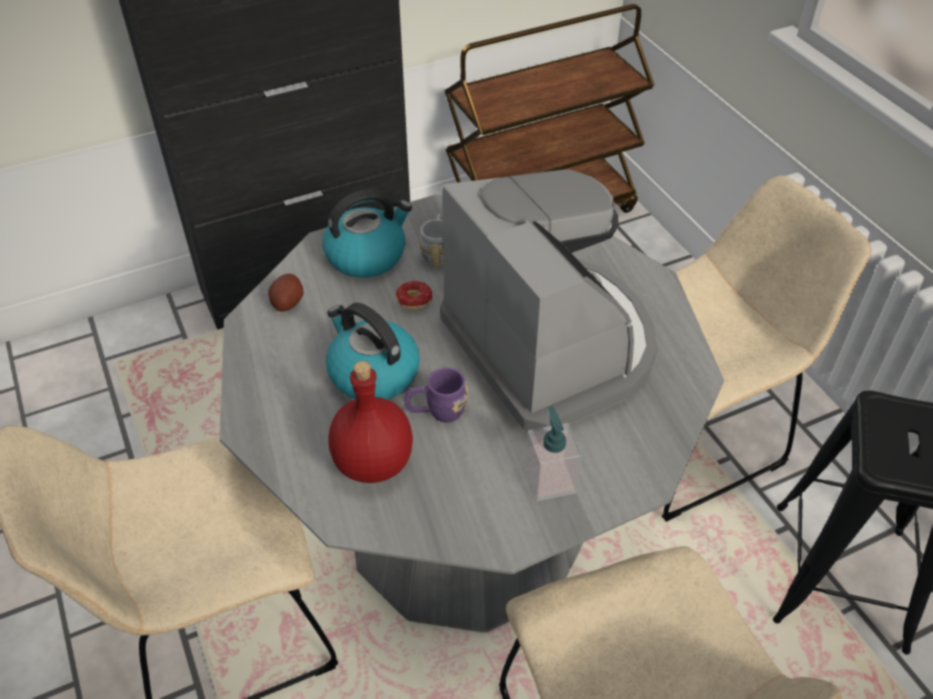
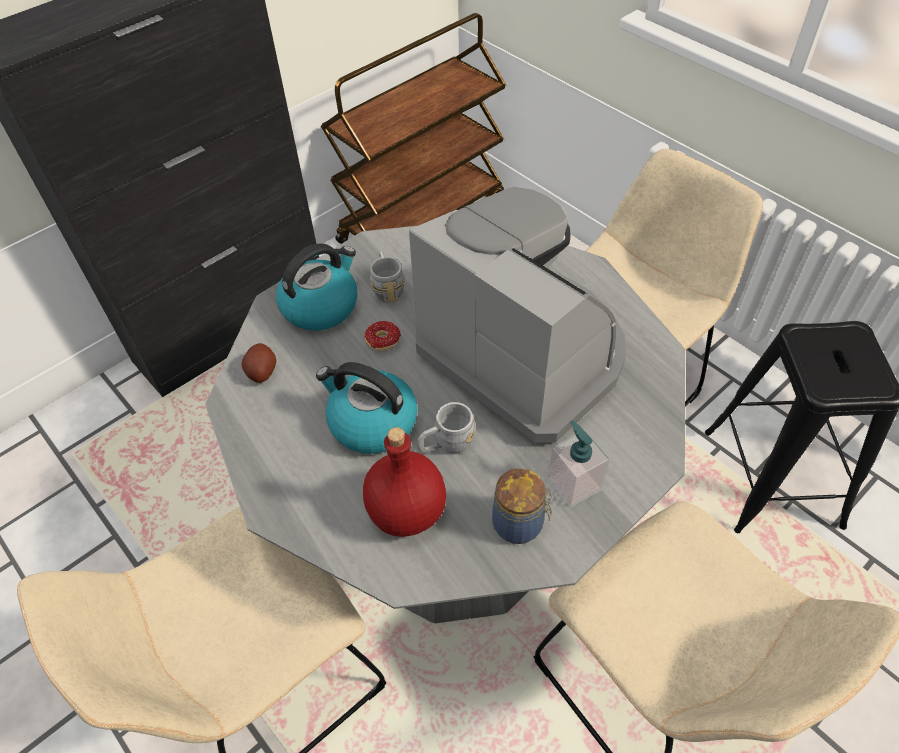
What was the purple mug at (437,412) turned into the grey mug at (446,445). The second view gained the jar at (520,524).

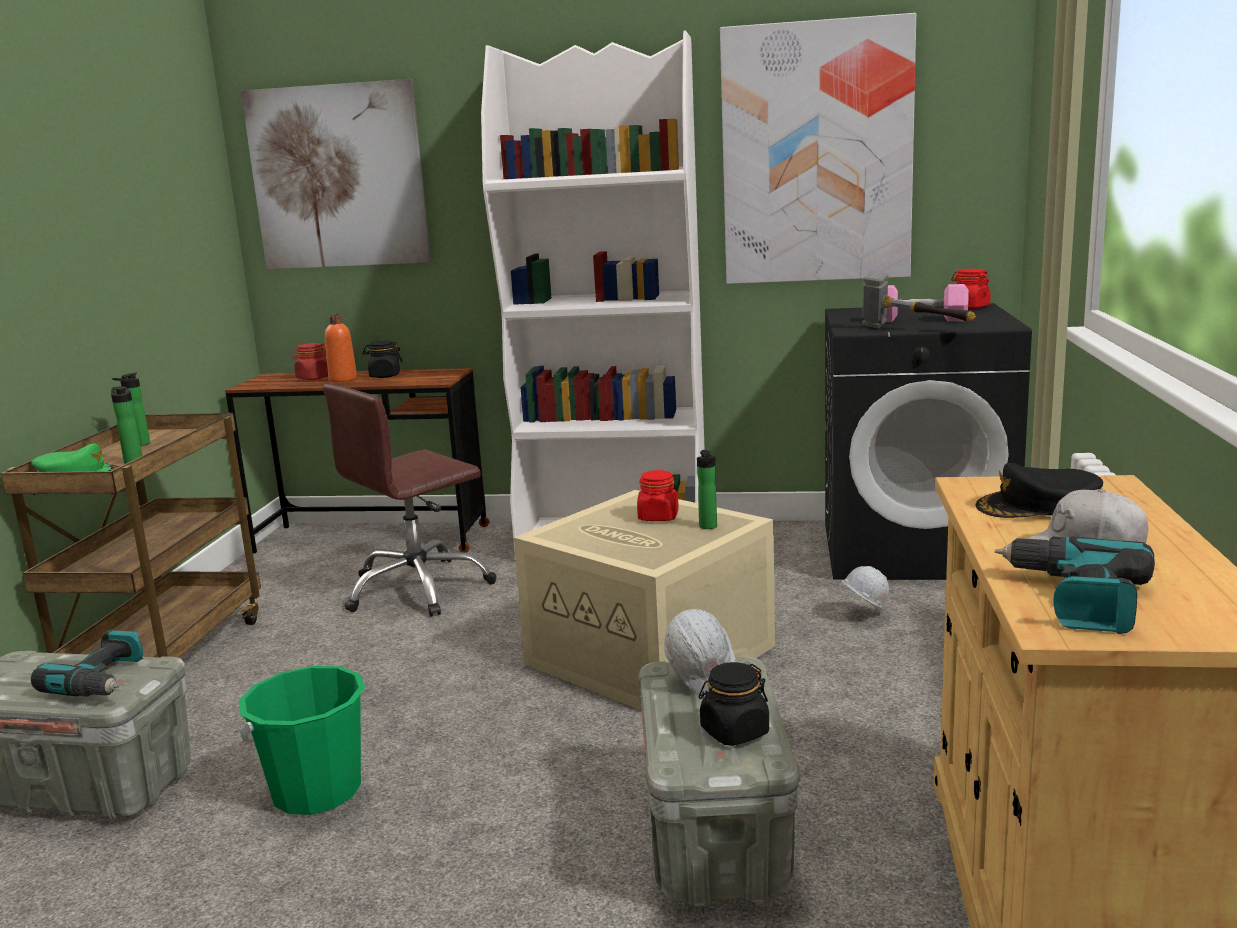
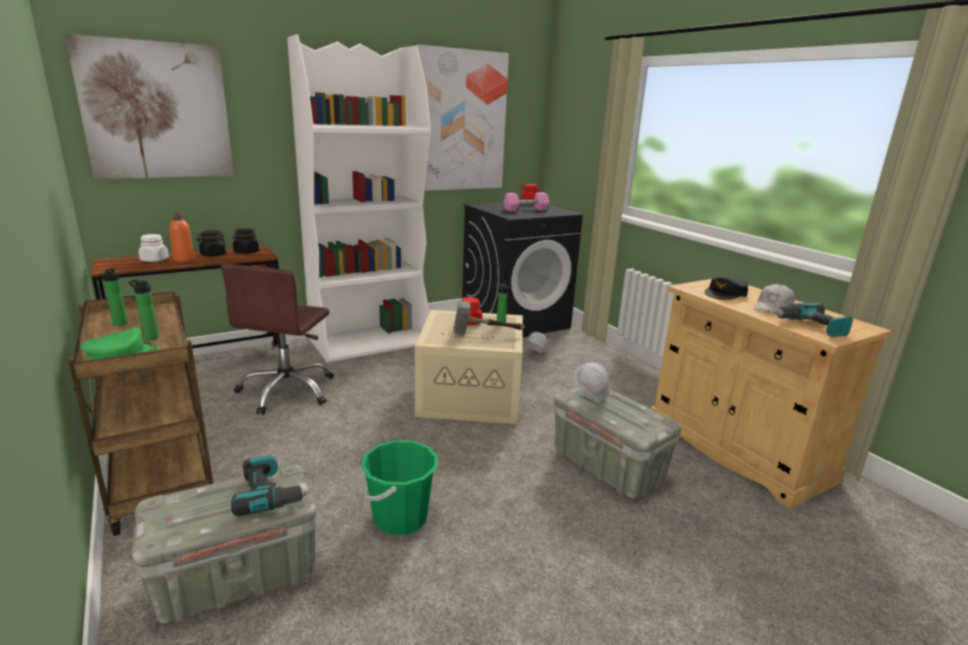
What was the red jar at (313,378) turned into the white jar at (154,260). The black jar ended up elsewhere, having gone from (734,732) to (246,252). The hammer ended up elsewhere, having gone from (912,329) to (485,335).

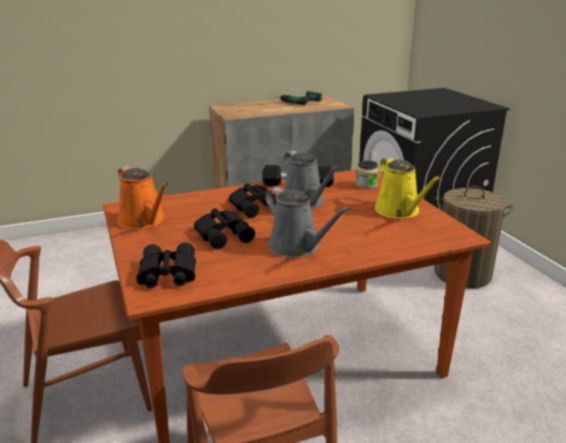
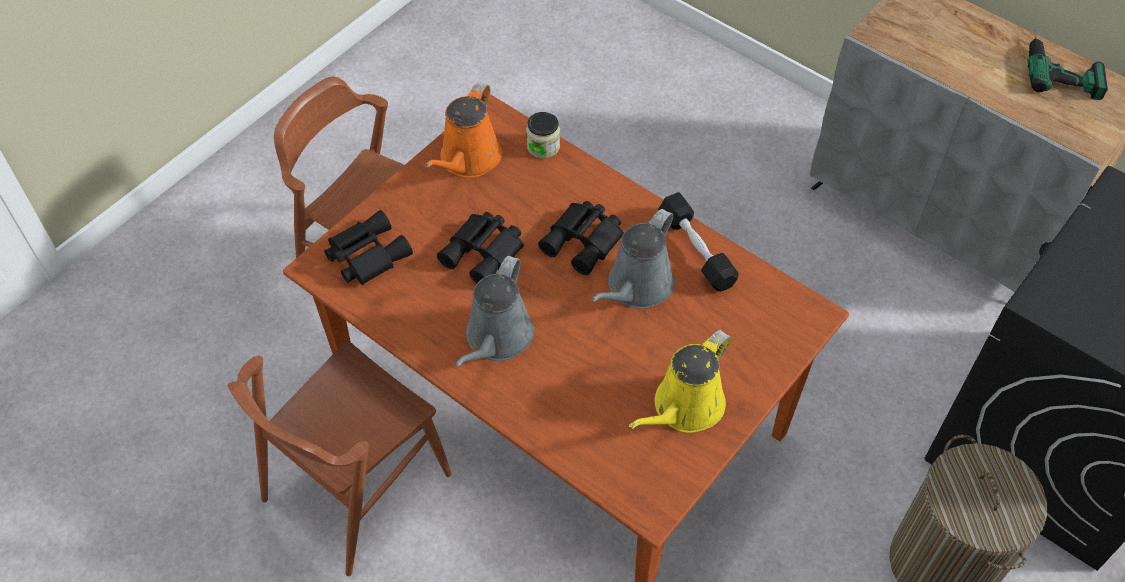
The jar ended up elsewhere, having gone from (366,185) to (543,146).

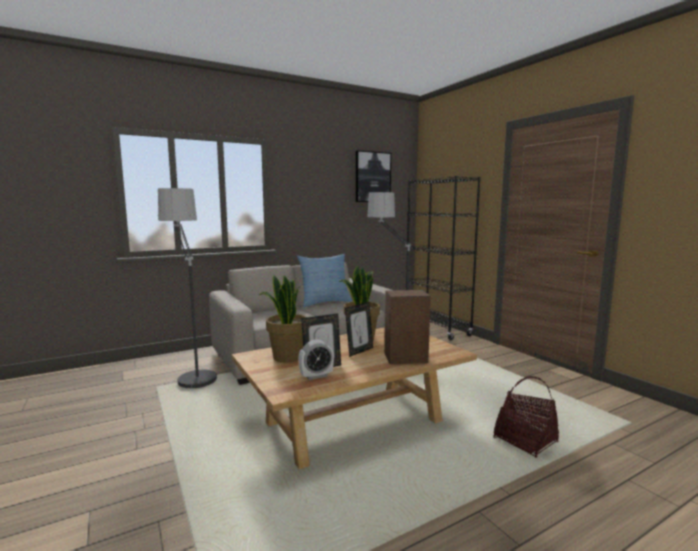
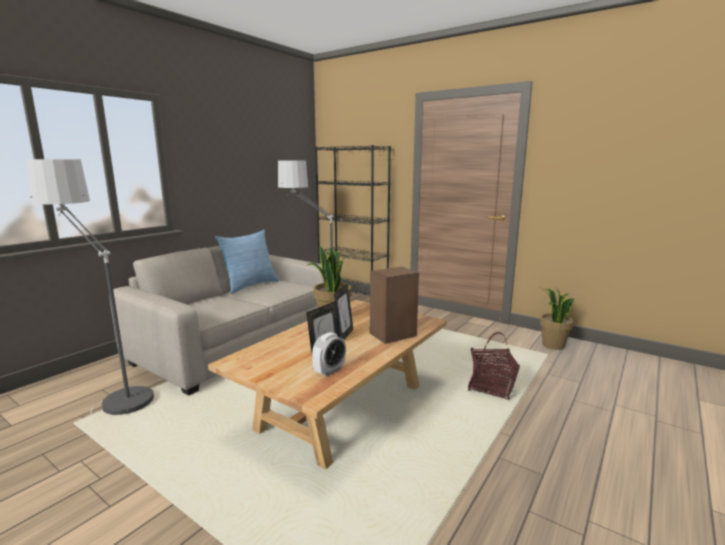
The potted plant ended up elsewhere, having gone from (287,357) to (552,345). The second view lost the picture at (372,177).

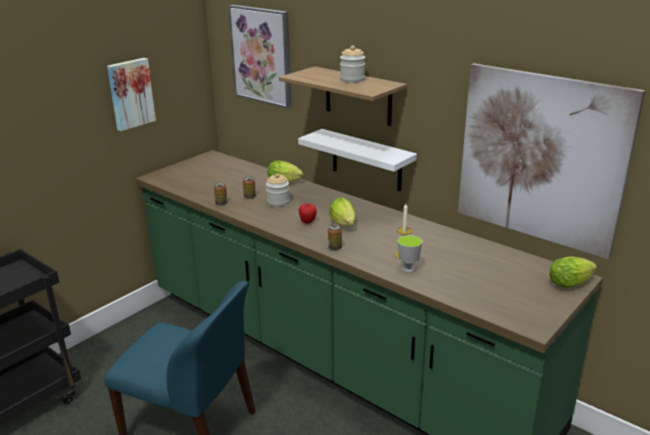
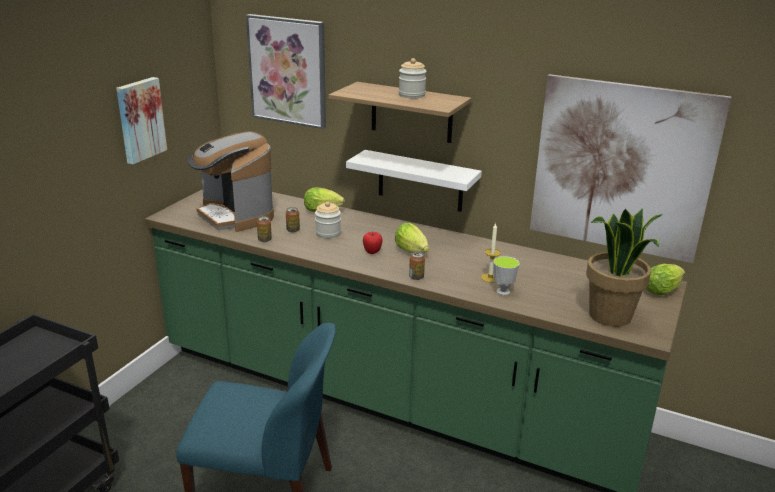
The second view gained the coffee machine at (235,215). The second view gained the potted plant at (610,316).

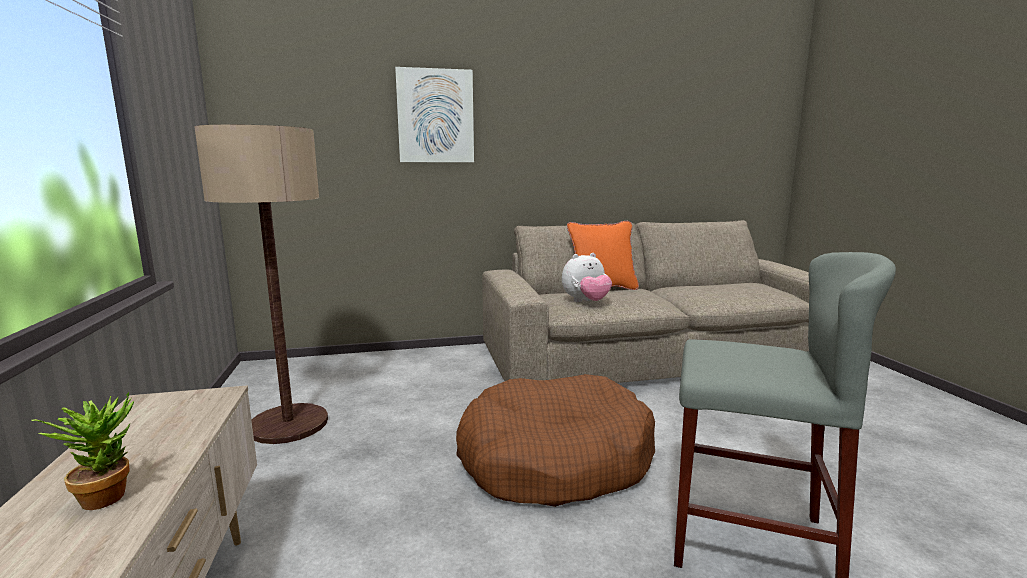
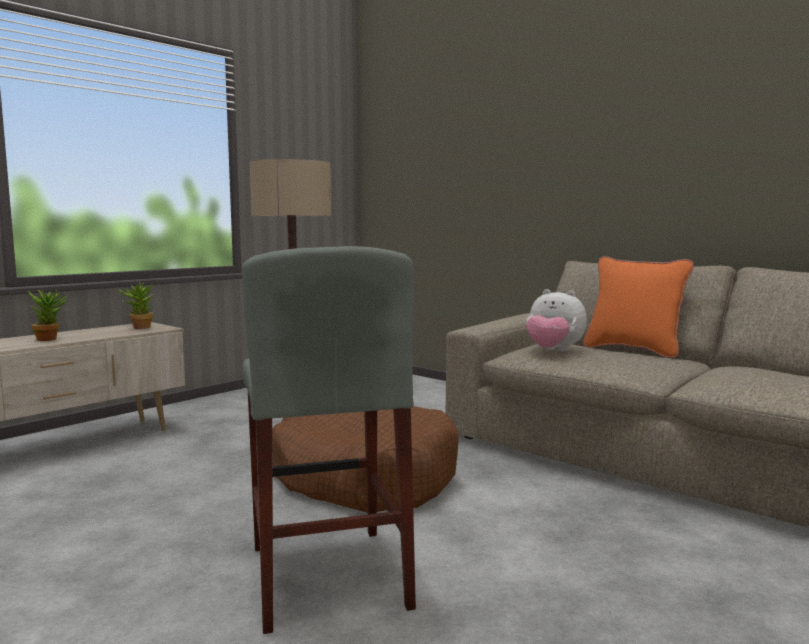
The second view lost the picture at (435,116). The second view gained the potted plant at (138,327).

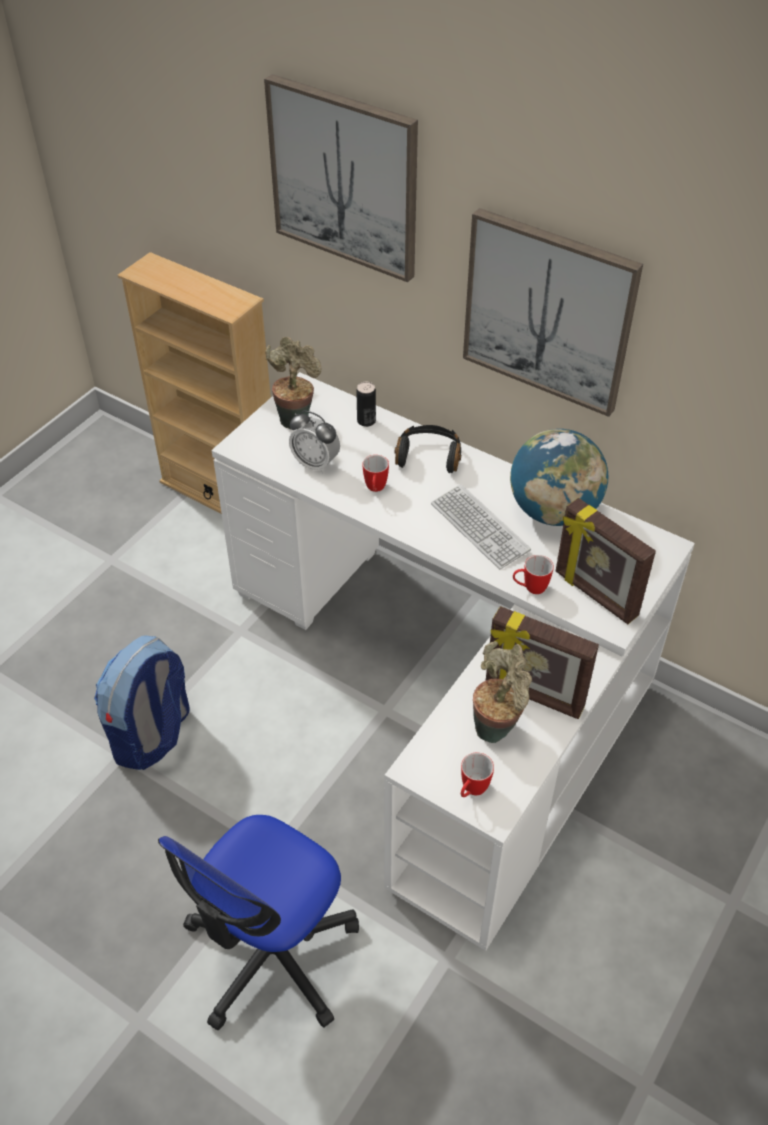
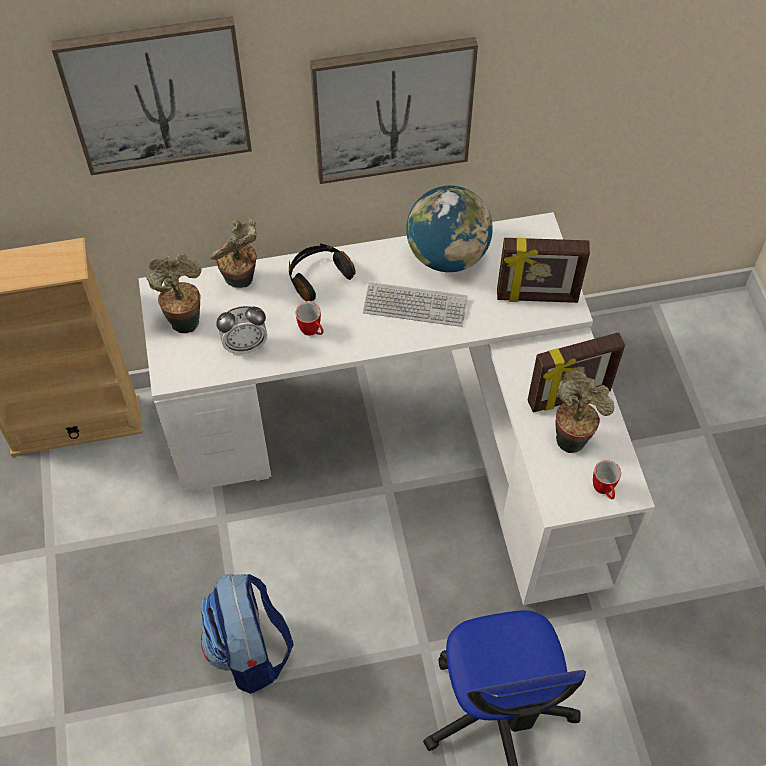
Where the can stood at (366,421), the potted plant came to stand at (240,282). The second view lost the mug at (530,588).

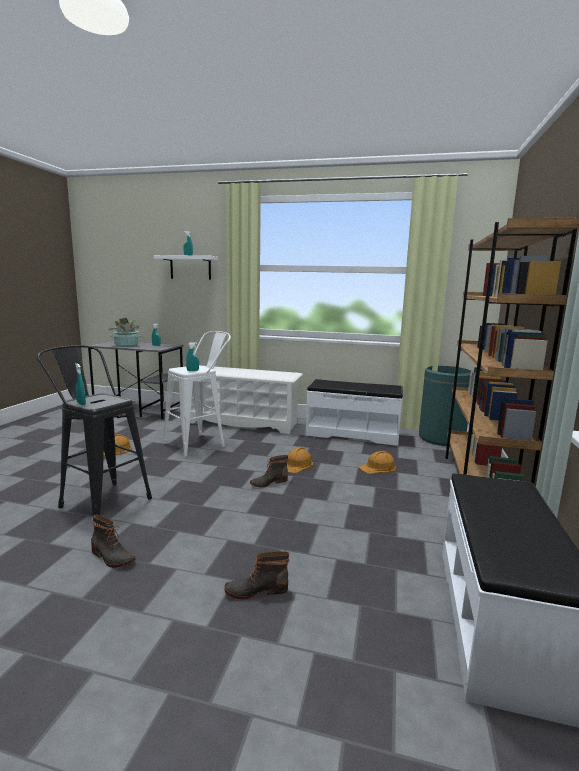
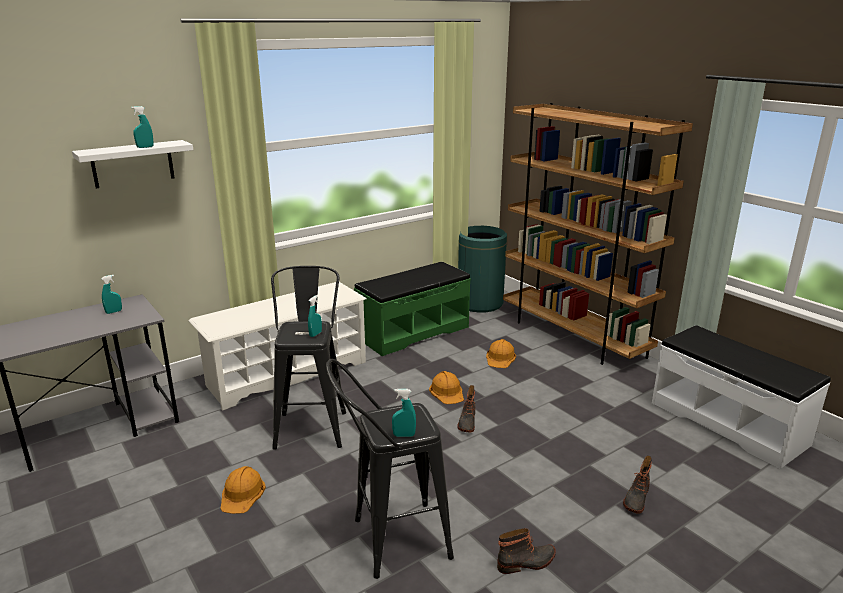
The second view lost the potted plant at (126,345). What was the white stool at (199,443) turned into the black stool at (312,424). What was the white bench at (352,433) turned into the green bench at (413,332).

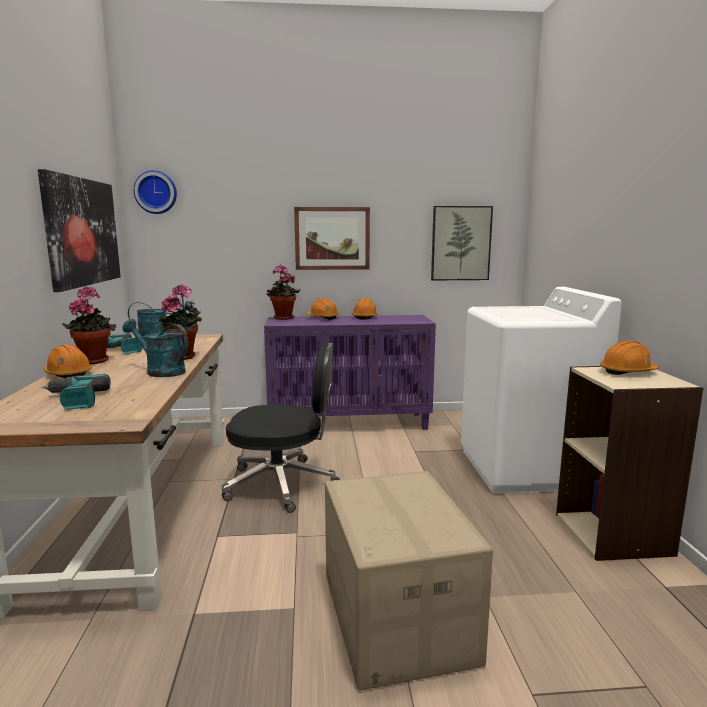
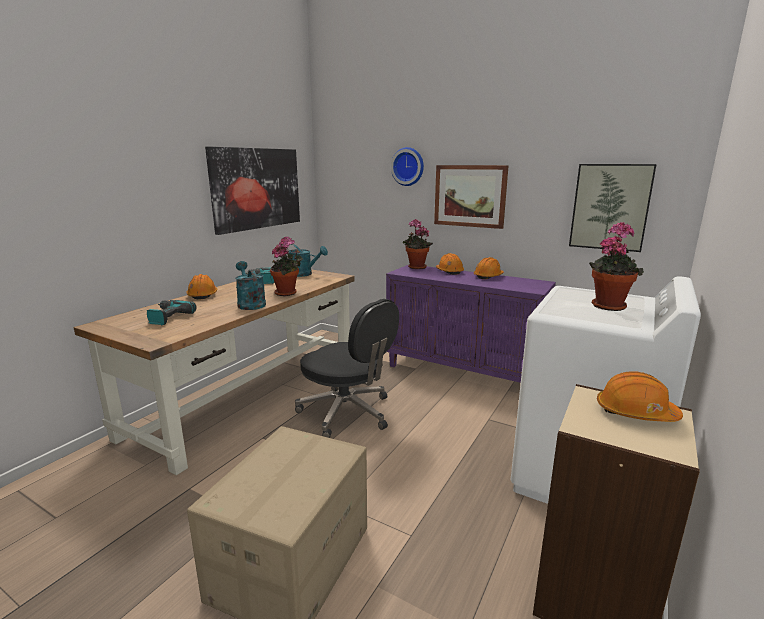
The potted plant ended up elsewhere, having gone from (94,360) to (608,305). The wall clock ended up elsewhere, having gone from (156,192) to (408,166).

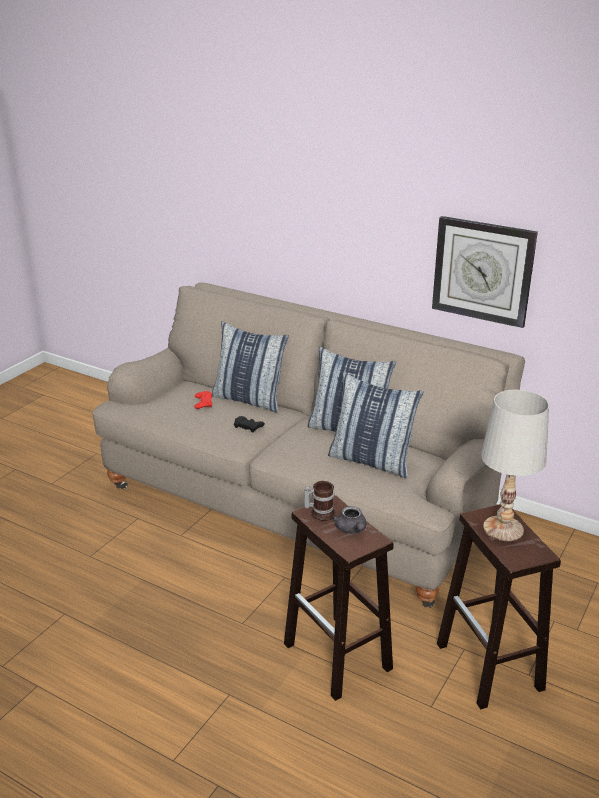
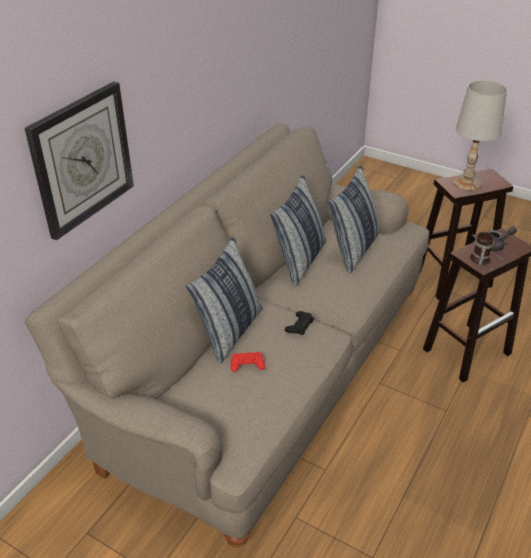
The wall clock ended up elsewhere, having gone from (483,271) to (82,159).

